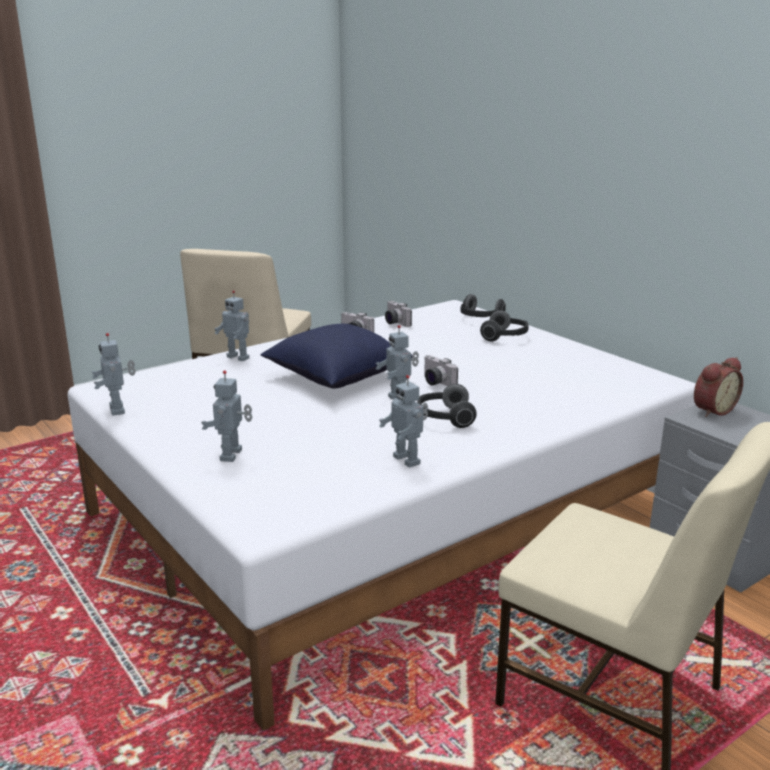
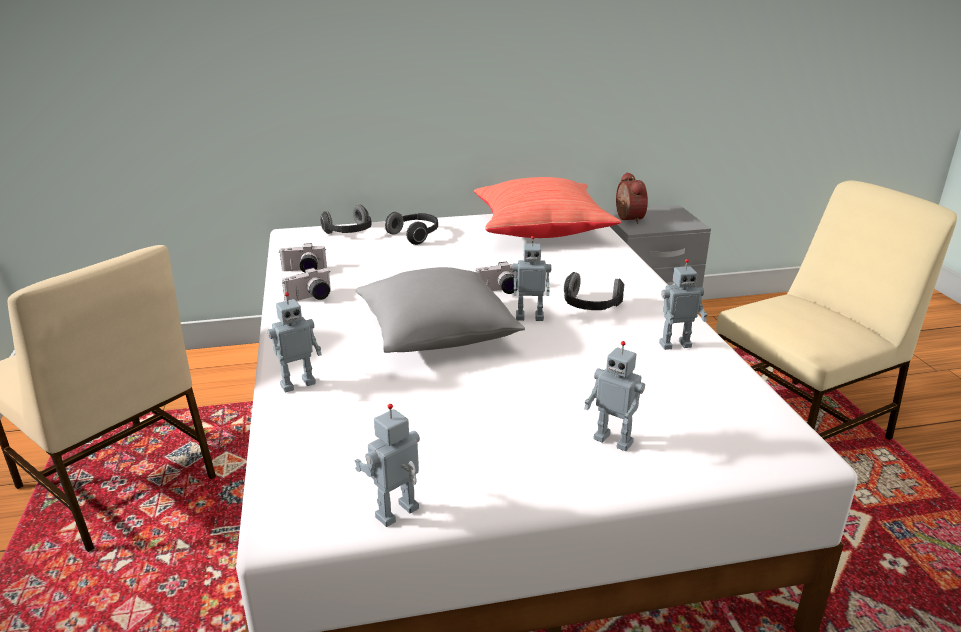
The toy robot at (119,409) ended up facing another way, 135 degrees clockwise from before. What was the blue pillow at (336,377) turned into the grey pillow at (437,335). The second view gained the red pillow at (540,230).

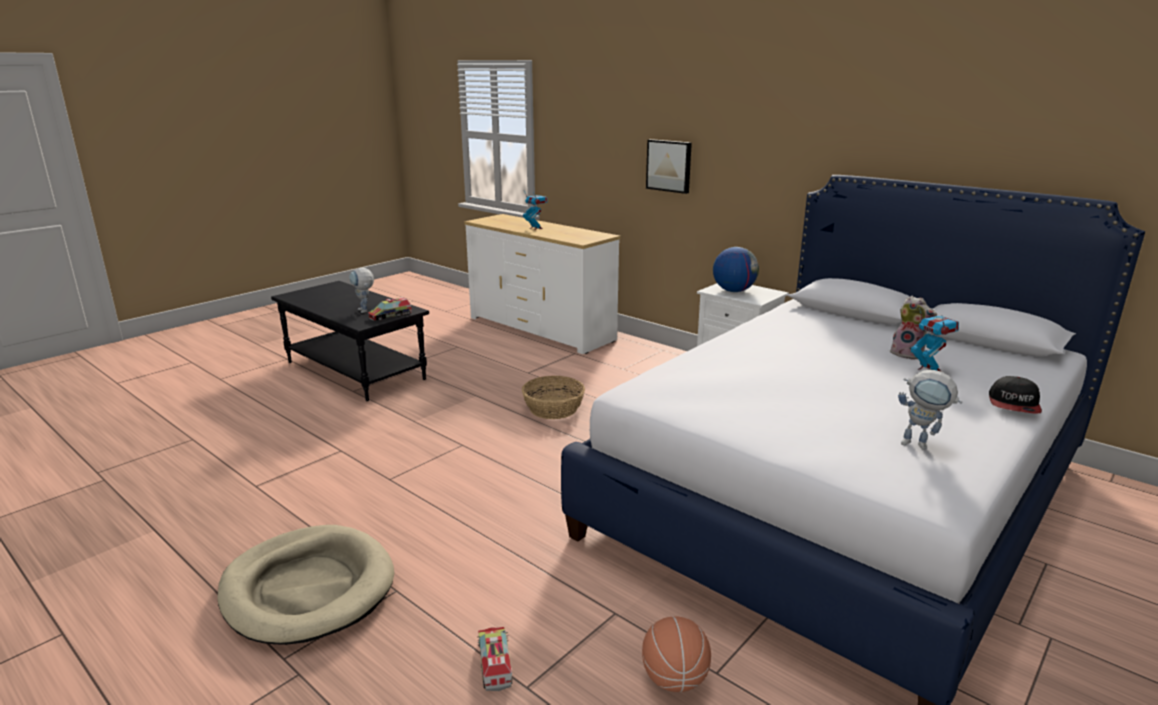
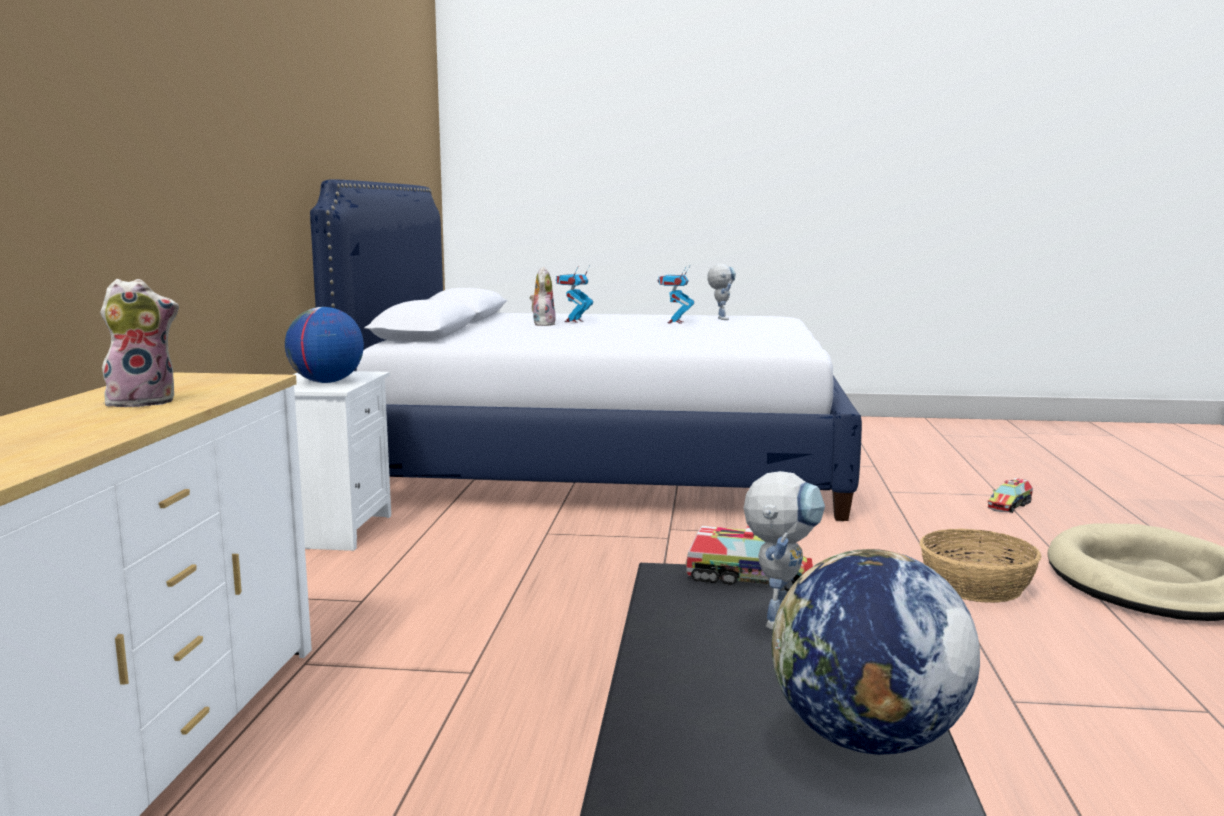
The basket ended up elsewhere, having gone from (553,409) to (976,586). The toy robot ended up elsewhere, having gone from (535,228) to (675,322). The second view lost the basketball at (674,679). The second view lost the picture at (669,165). The second view lost the cap at (1014,404). The second view gained the plush toy at (143,402). The second view gained the globe at (866,740).

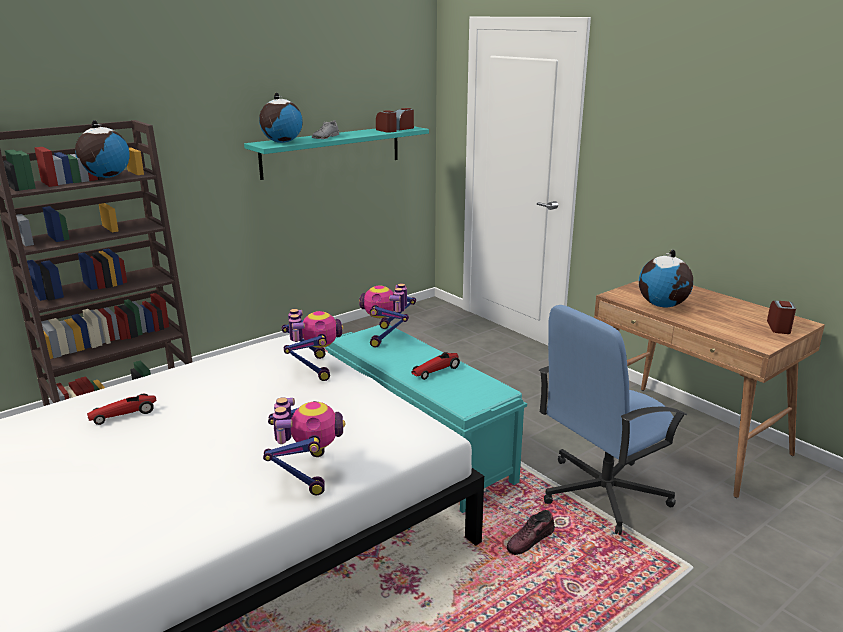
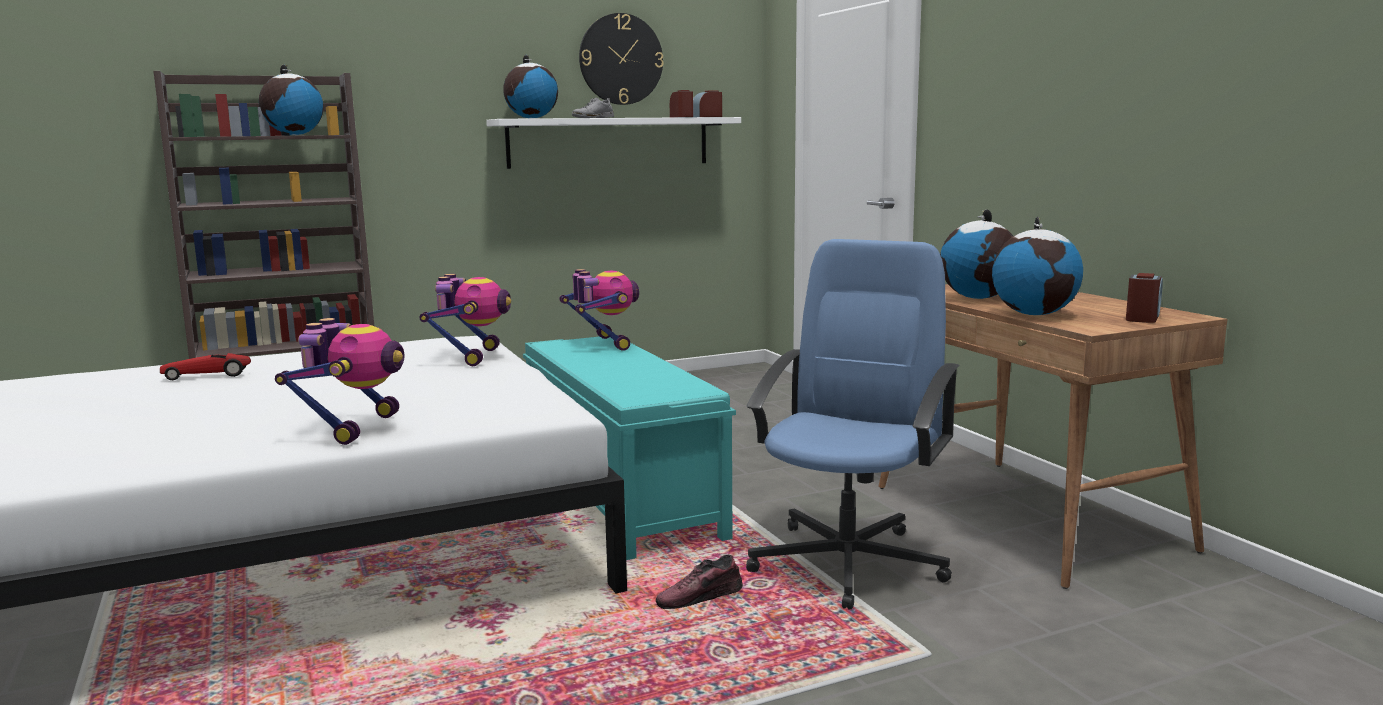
What was the turquoise shelf at (332,151) turned into the white shelf at (609,142). The toy robot at (387,337) ended up facing another way, 135 degrees clockwise from before. The second view lost the toy car at (436,371). The blue office chair at (602,493) ended up facing another way, 135 degrees clockwise from before. The second view gained the wall clock at (621,59). The second view gained the globe at (1034,314).

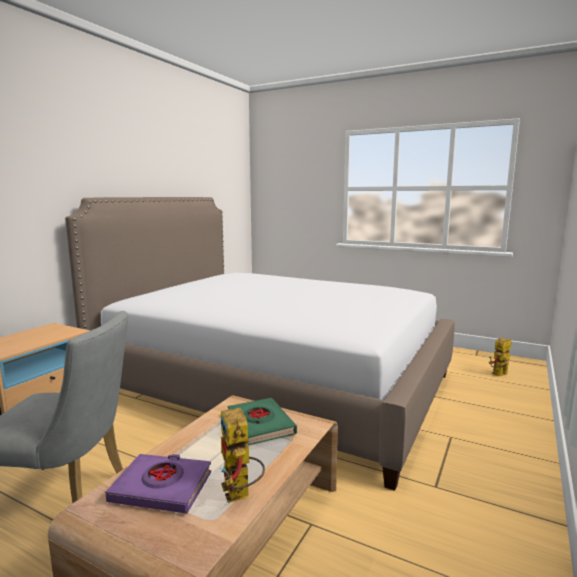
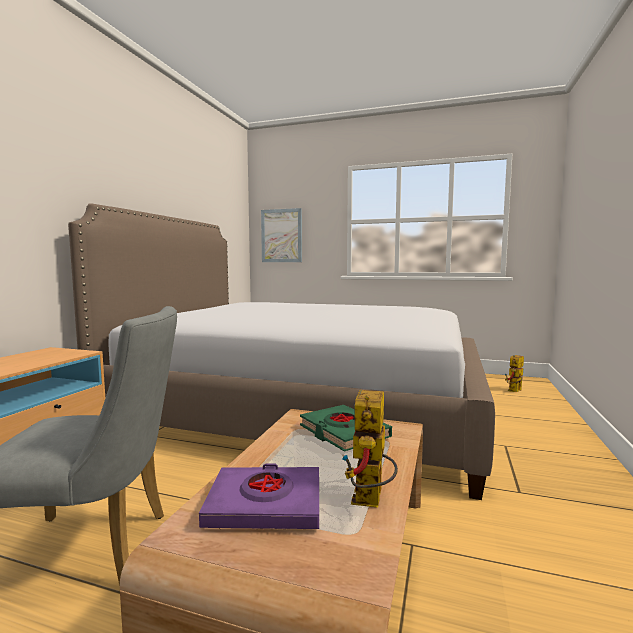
The toy robot at (240,494) ended up facing another way, 45 degrees clockwise from before. The second view gained the picture at (281,235).

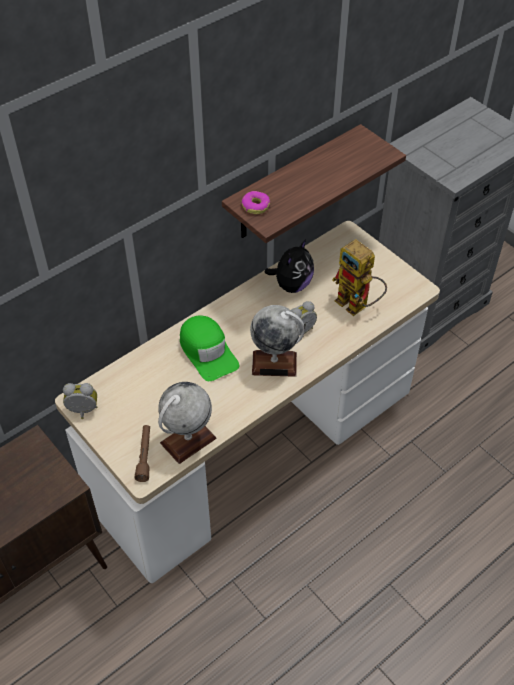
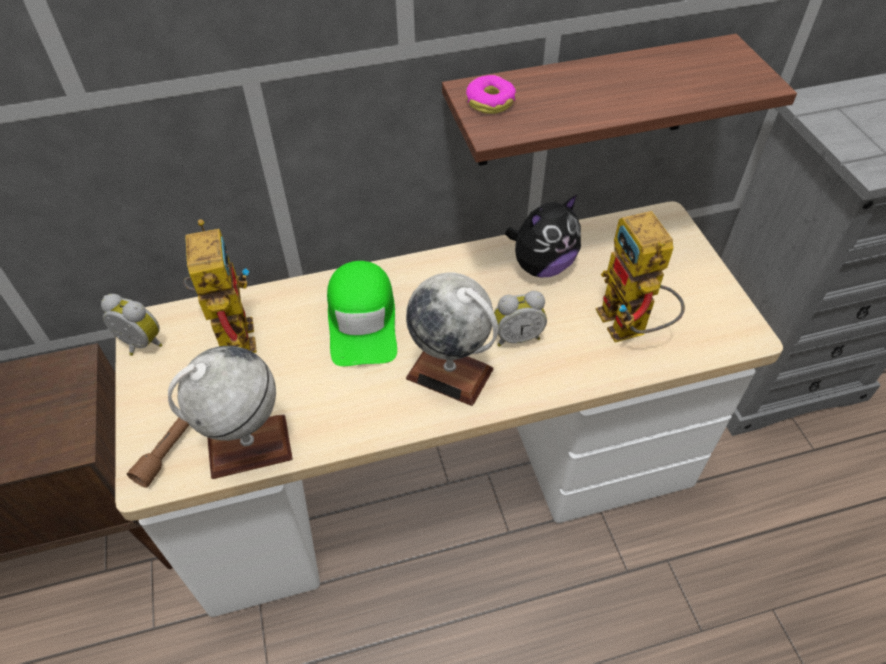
The second view gained the toy robot at (231,330).

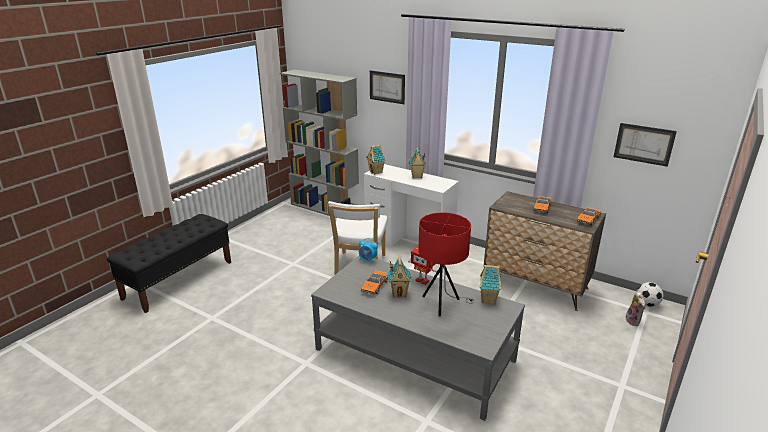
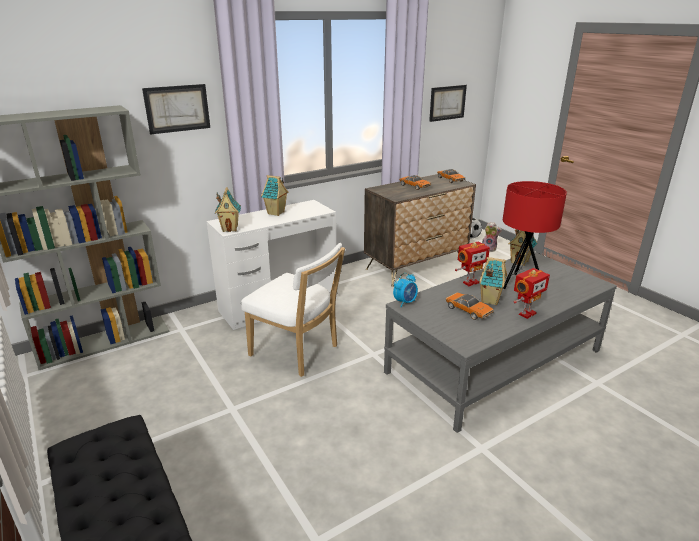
The second view gained the toy robot at (526,313).

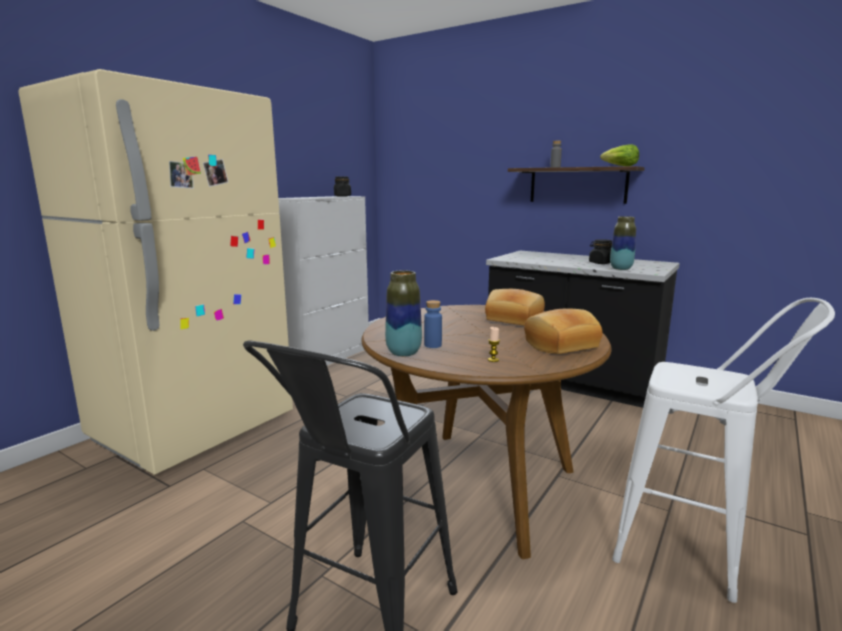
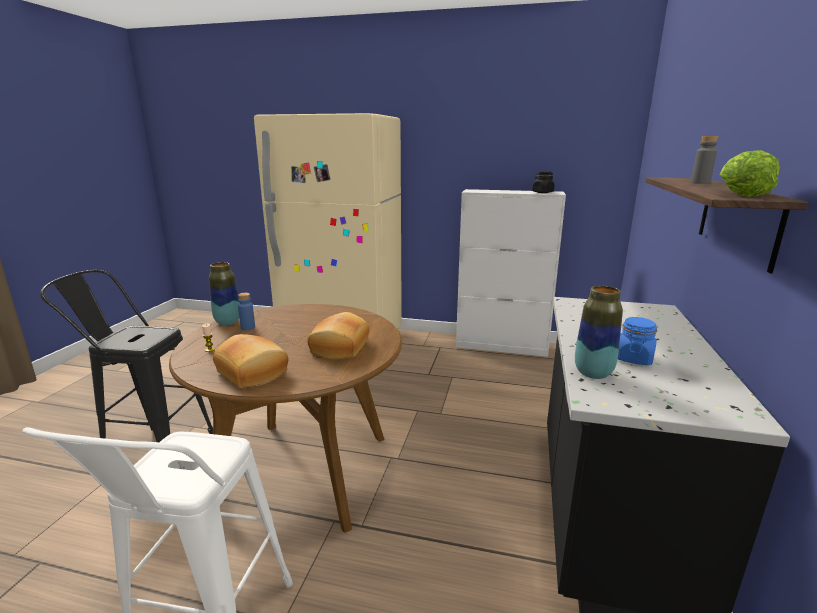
What was the black jar at (600,263) turned into the blue jar at (633,358).

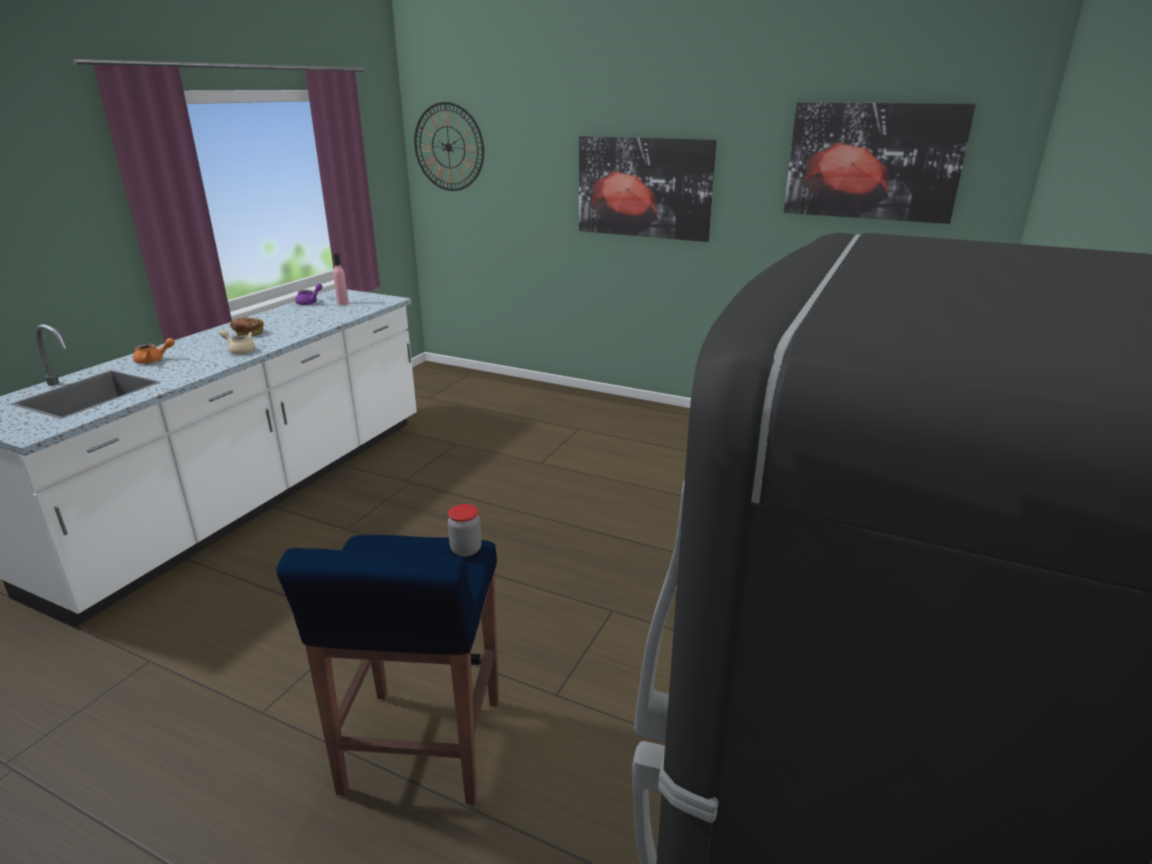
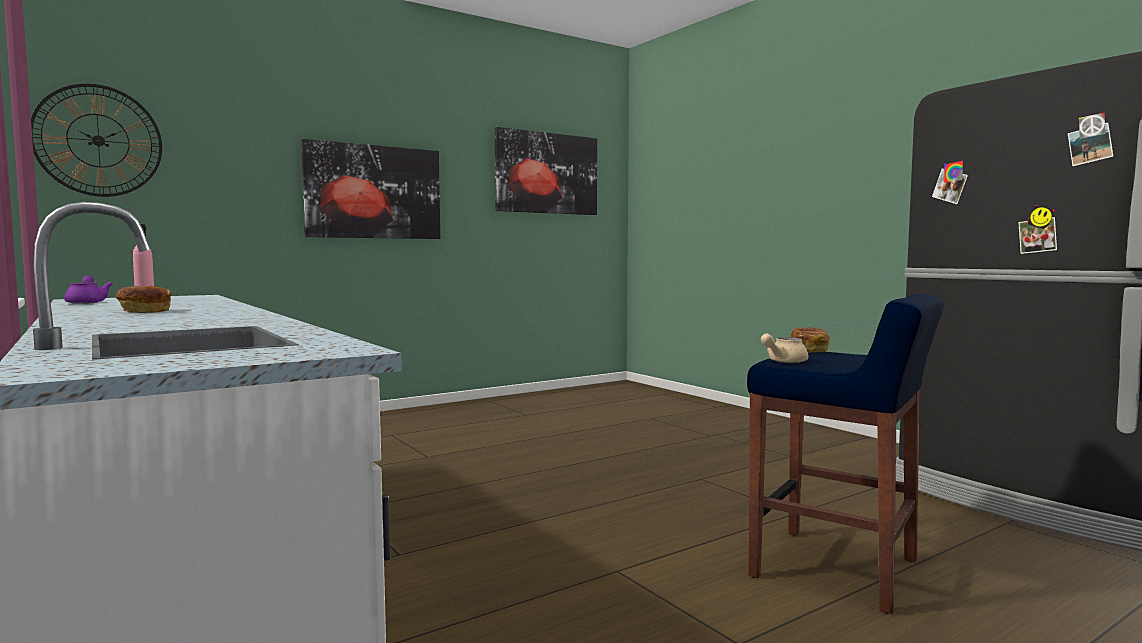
The second view lost the orange teapot at (154,360). The beige teapot ended up elsewhere, having gone from (240,350) to (782,362). Where the jar stood at (466,550), the bread came to stand at (809,350).

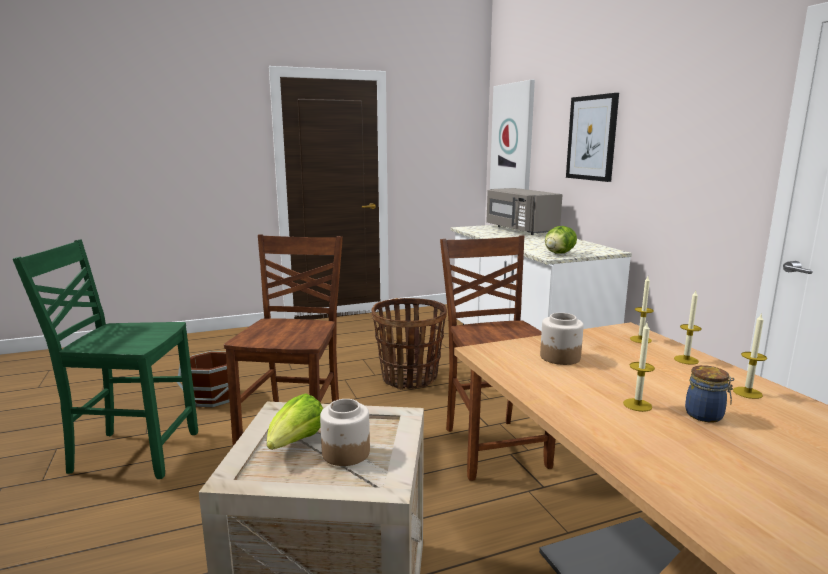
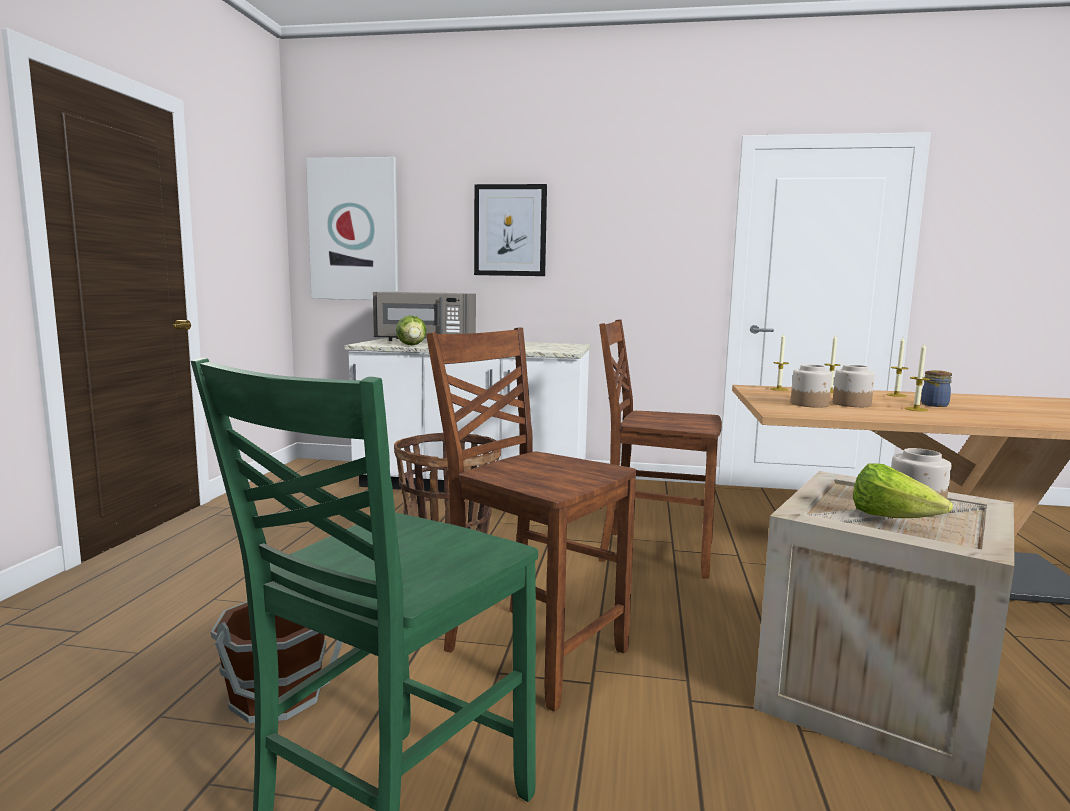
The lettuce ended up elsewhere, having gone from (558,253) to (411,345). The second view gained the jar at (852,404).

